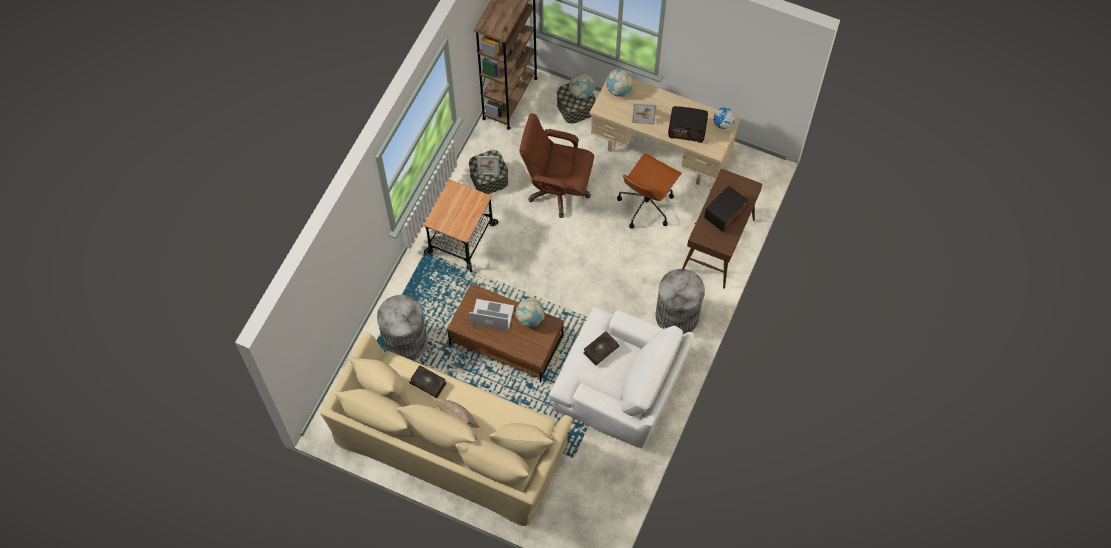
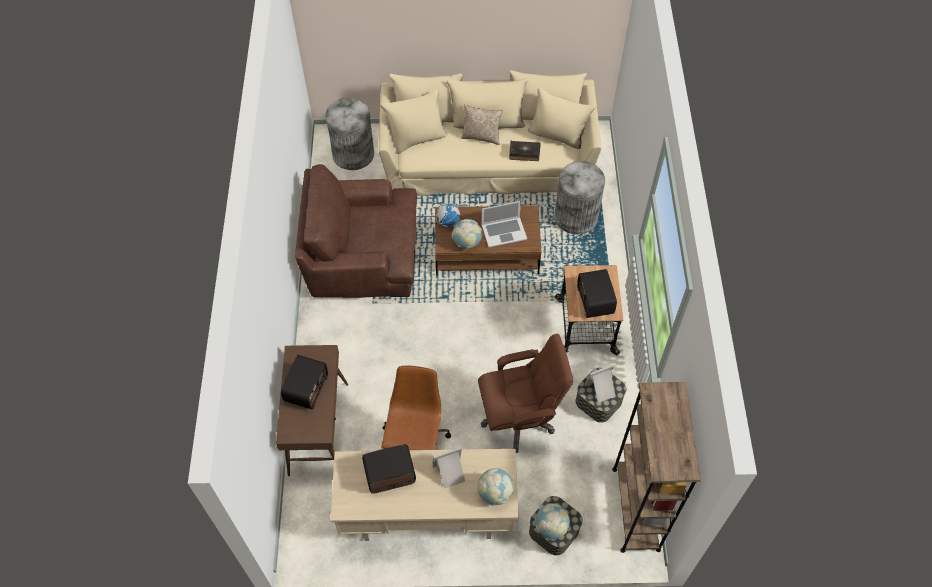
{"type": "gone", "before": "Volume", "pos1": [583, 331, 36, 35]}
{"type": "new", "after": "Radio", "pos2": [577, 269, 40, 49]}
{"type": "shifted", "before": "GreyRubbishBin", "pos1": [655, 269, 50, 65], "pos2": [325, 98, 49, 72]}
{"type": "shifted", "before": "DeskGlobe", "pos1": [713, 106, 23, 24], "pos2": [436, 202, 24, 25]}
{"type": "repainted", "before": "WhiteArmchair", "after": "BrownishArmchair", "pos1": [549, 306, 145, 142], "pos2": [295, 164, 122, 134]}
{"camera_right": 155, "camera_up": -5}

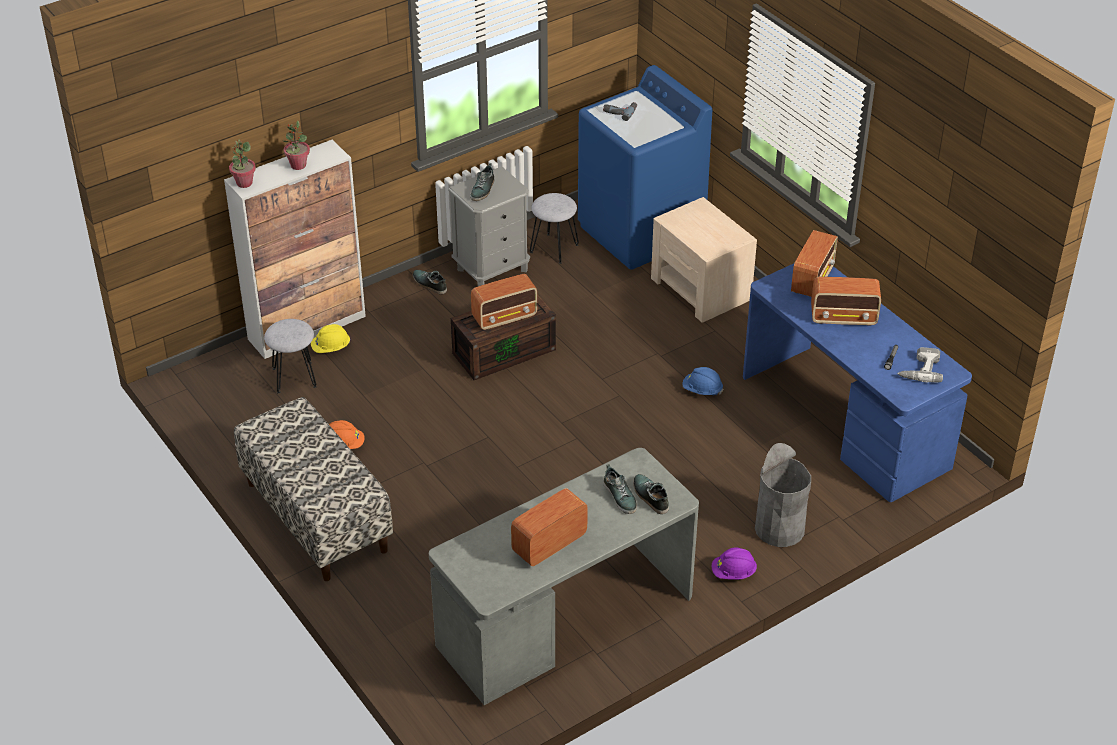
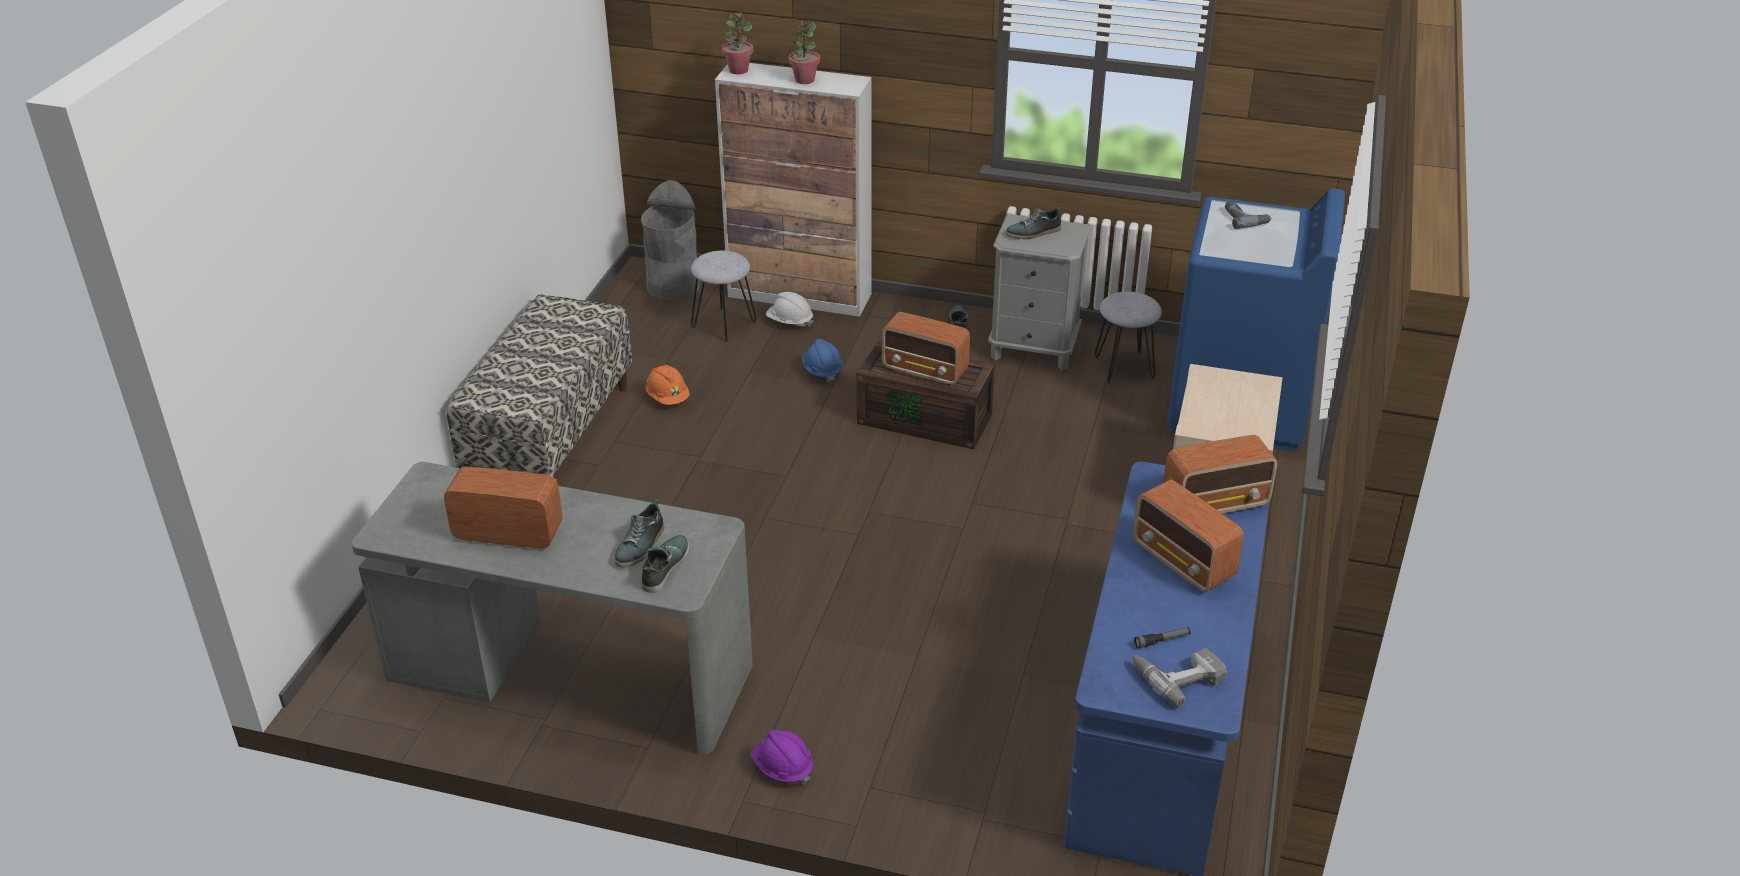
{"type": "shifted", "before": "BlueSafetyHelmet", "pos1": [682, 367, 41, 28], "pos2": [802, 339, 41, 45]}
{"type": "shifted", "before": "GreyRubbishBin", "pos1": [755, 443, 56, 104], "pos2": [641, 180, 59, 121]}
{"type": "repainted", "before": "YellowColouredSafetyHelmet", "after": "WhiteSafetyHelmet", "pos1": [311, 324, 39, 29], "pos2": [766, 292, 47, 35]}
{"camera_right": 50, "camera_up": -5}

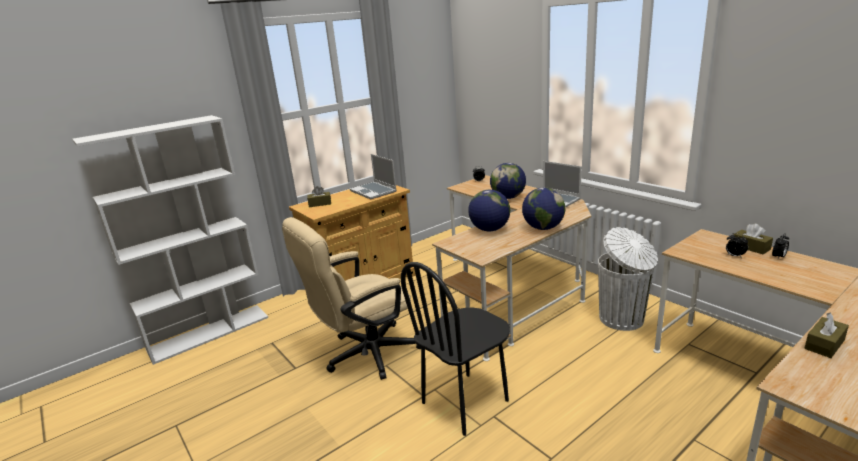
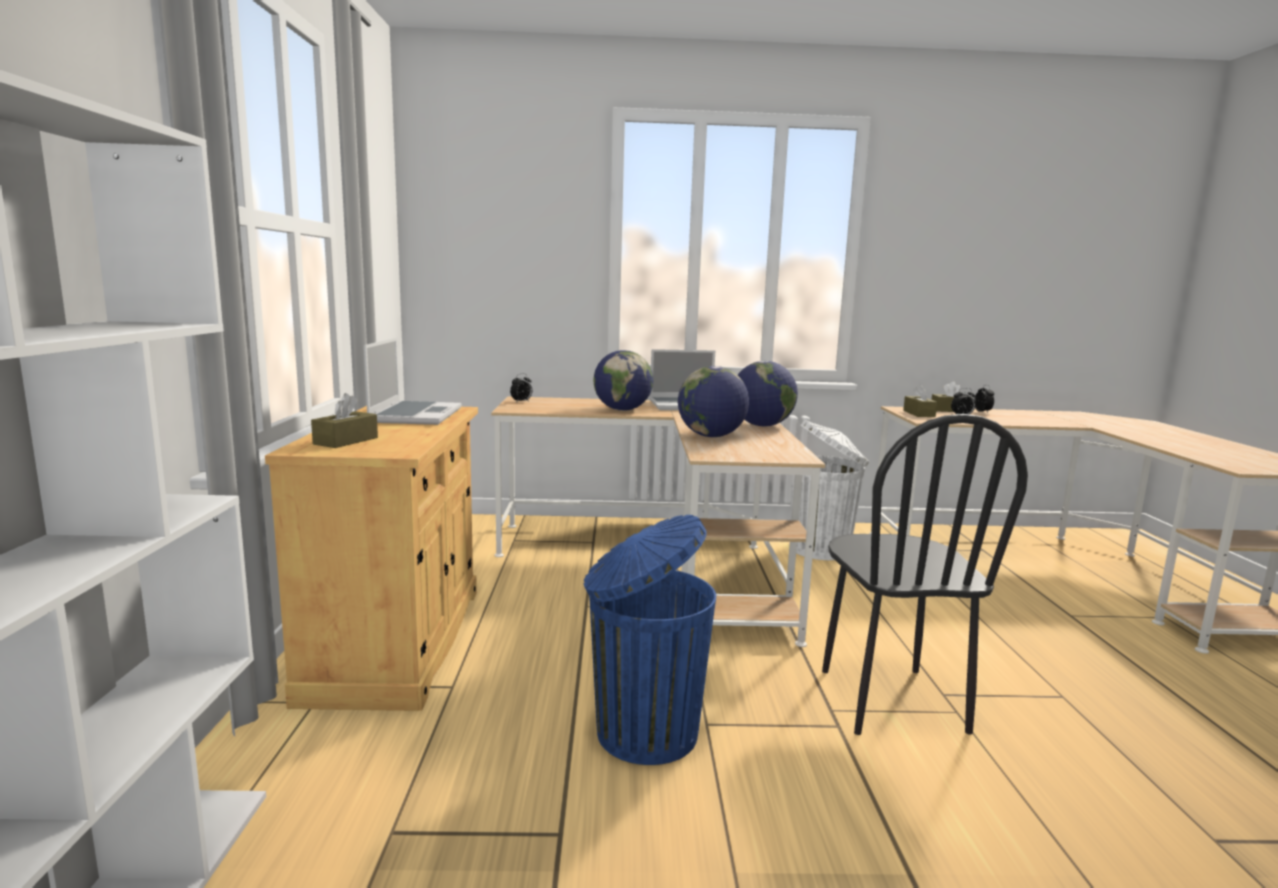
{"type": "shifted", "before": "BrownishTissueHolder", "pos1": [804, 313, 45, 45], "pos2": [903, 384, 34, 33]}
{"type": "swapped", "before": "BeigeDeskChair", "after": "BlueRubbishBin", "pos1": [282, 217, 139, 163], "pos2": [584, 515, 132, 250]}
{"type": "rotated", "before": "PortableComputer", "pos1": [350, 154, 47, 46], "pos2": [364, 338, 98, 87], "turn": -90}
{"camera_right": -55, "camera_up": -10}

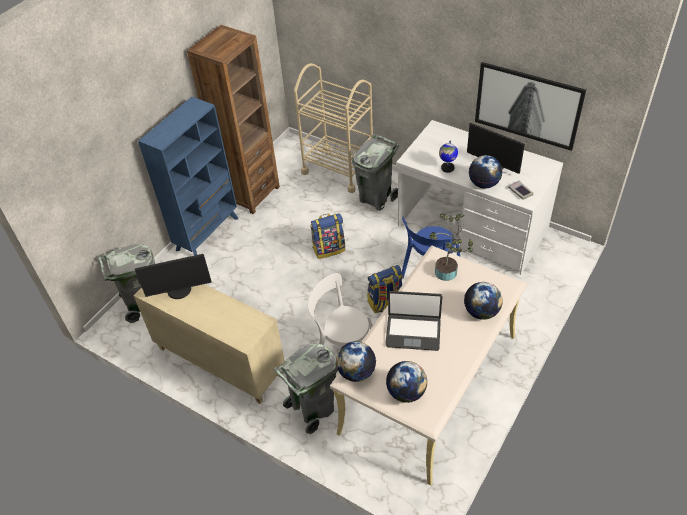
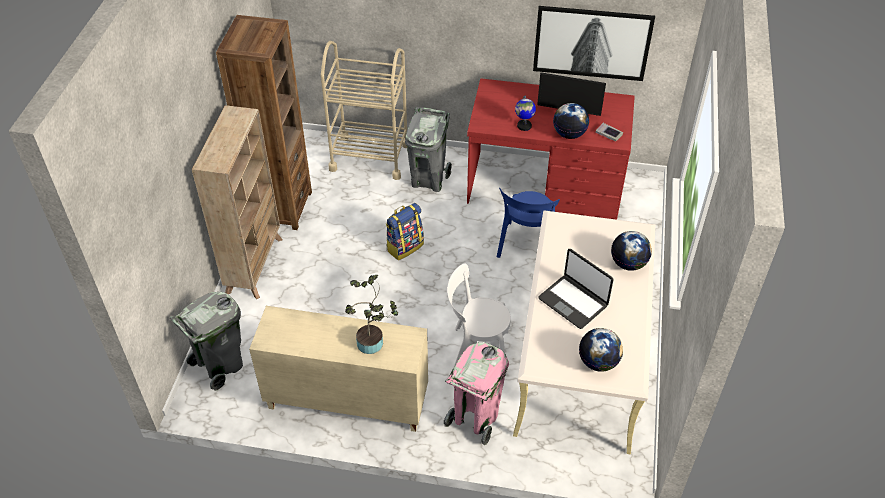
{"type": "gone", "before": "Monitor", "pos1": [135, 254, 77, 45]}
{"type": "gone", "before": "DeskGlobe", "pos1": [336, 341, 40, 41]}
{"type": "gone", "before": "Knapsack", "pos1": [367, 265, 36, 48]}
{"type": "shifted", "before": "PlantInAPot", "pos1": [429, 214, 45, 67], "pos2": [345, 275, 53, 79]}
{"type": "repainted", "before": "BlueShelvingUnit", "after": "BeigeShelvingUnit", "pos1": [138, 97, 100, 159], "pos2": [192, 105, 91, 194]}
{"type": "repainted", "before": "GreyRubbishBin", "after": "PinkishRubbishBin", "pos1": [274, 344, 64, 90], "pos2": [444, 342, 65, 103]}
{"type": "repainted", "before": "WhiteDeskUnit", "after": "RedColouredDeskUnit", "pos1": [396, 120, 167, 155], "pos2": [467, 78, 168, 142]}
{"type": "rotated", "before": "PortableComputer", "pos1": [385, 291, 57, 60], "pos2": [538, 249, 76, 80], "turn": 60}
{"camera_right": -25, "camera_up": 0}

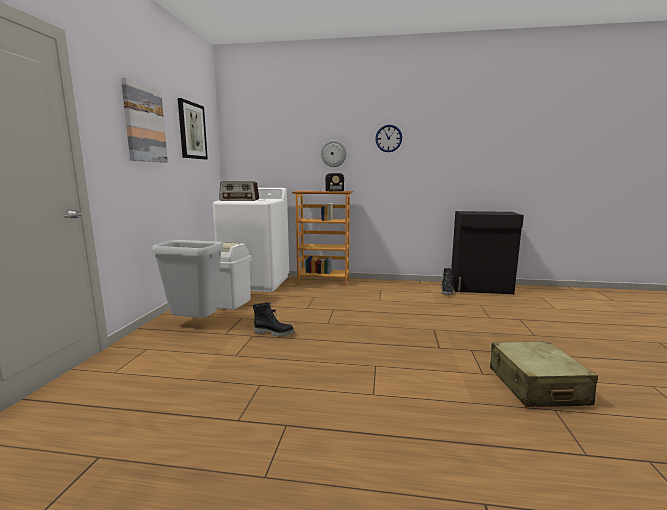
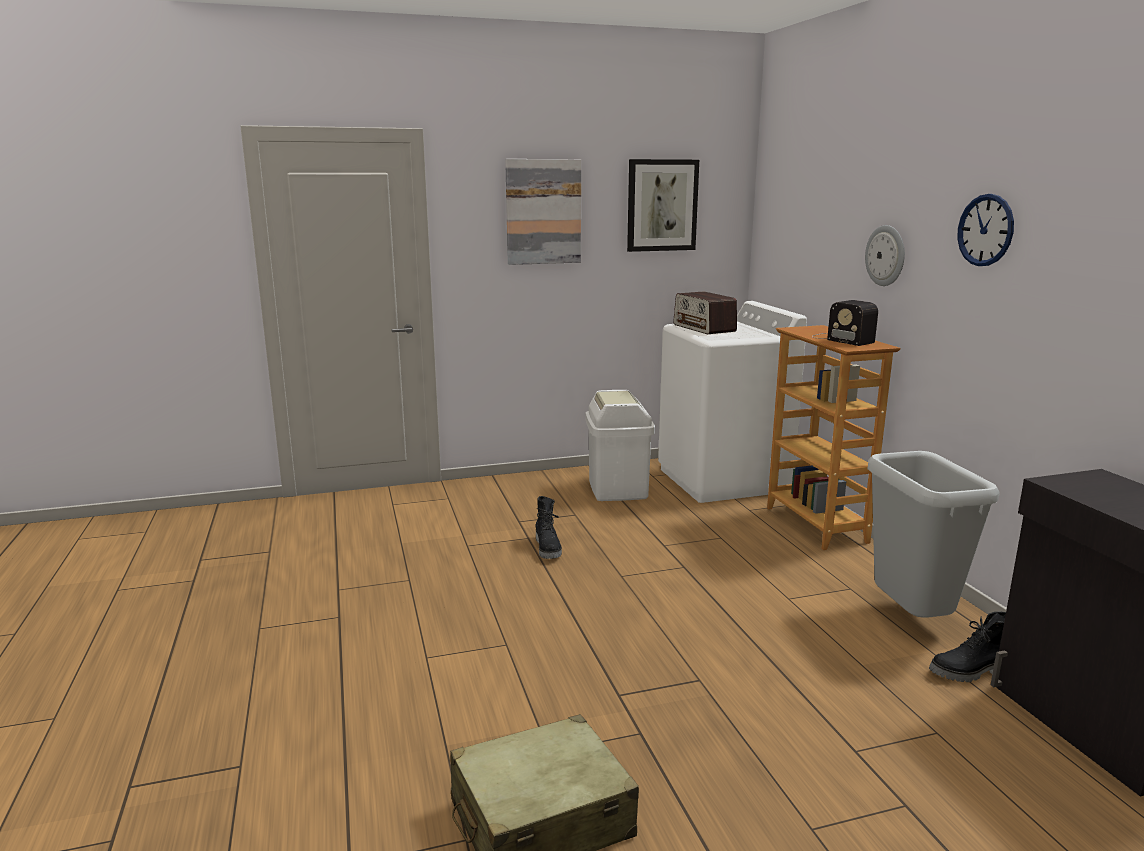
{"type": "shifted", "before": "GreyRubbishBin", "pos1": [151, 240, 73, 78], "pos2": [868, 451, 132, 167]}
{"camera_right": 65, "camera_up": 5}

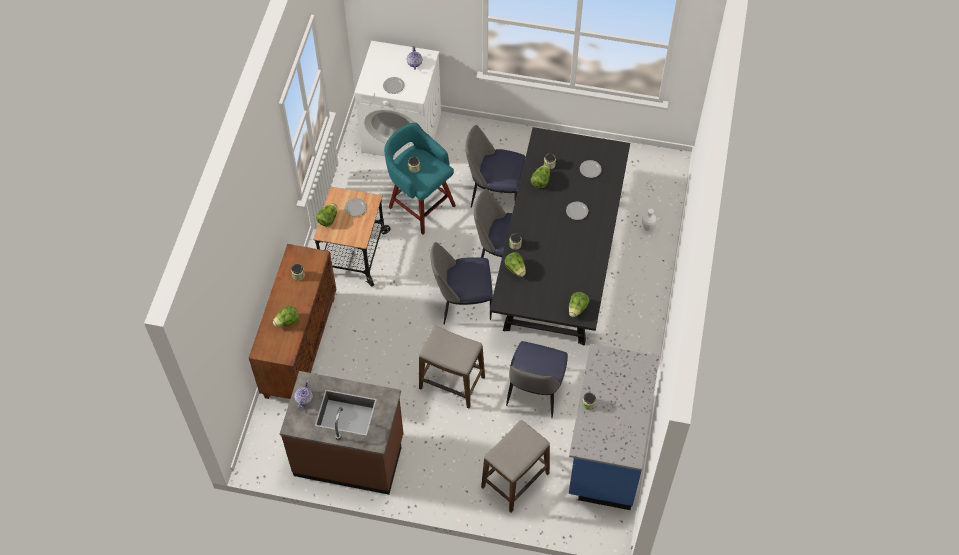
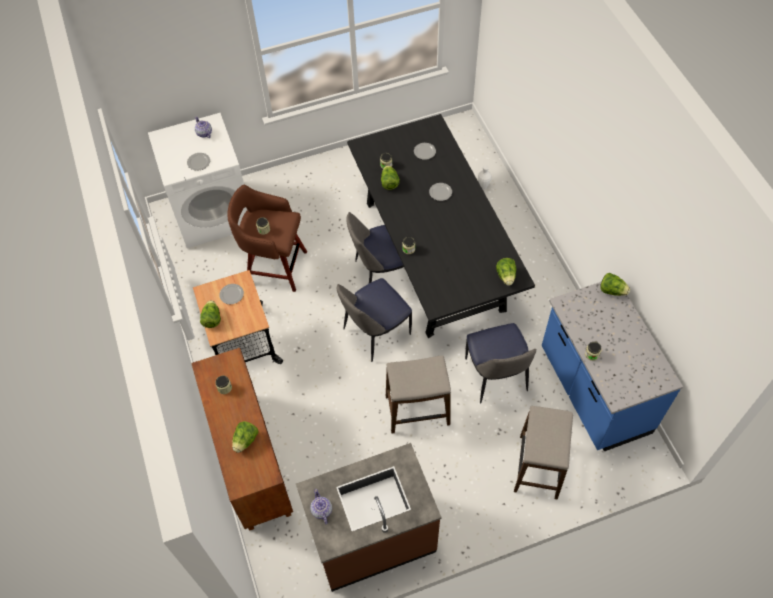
{"type": "gone", "before": "PlainChair", "pos1": [465, 125, 60, 83]}
{"type": "shifted", "before": "Lettuce", "pos1": [504, 252, 22, 25], "pos2": [600, 273, 30, 23]}
{"type": "repainted", "before": "BlueGreenSittingStool", "after": "BrownishSittingStool", "pos1": [384, 122, 72, 112], "pos2": [227, 185, 80, 107]}
{"camera_right": -30, "camera_up": 0}

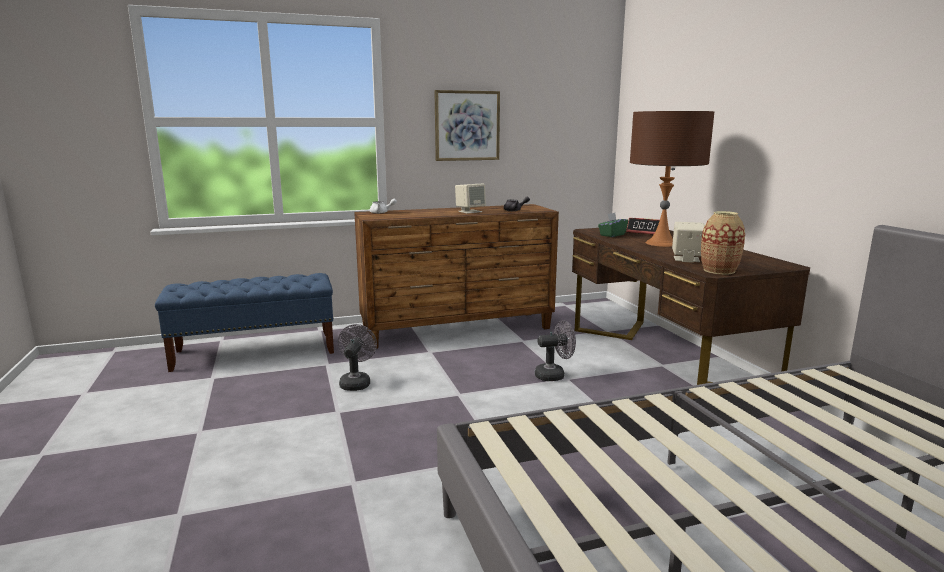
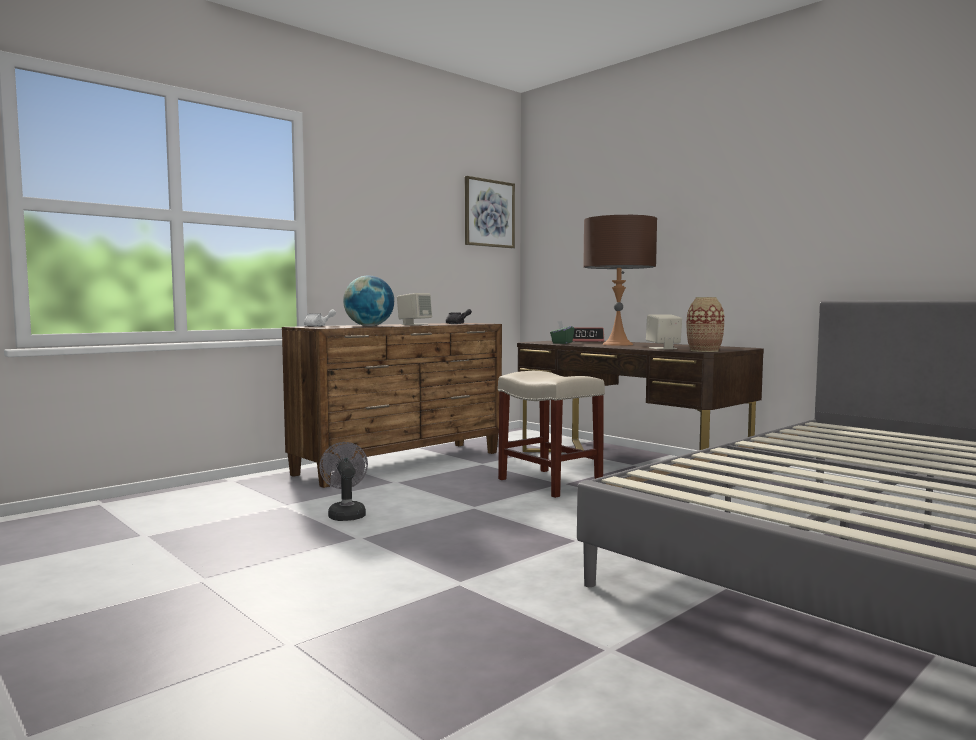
{"type": "gone", "before": "BlueIndoorBench", "pos1": [155, 273, 179, 99]}
{"type": "new", "after": "DeskGlobe", "pos2": [343, 275, 51, 51]}
{"type": "shifted", "before": "Picture", "pos1": [434, 90, 66, 71], "pos2": [465, 176, 50, 72]}
{"type": "swapped", "before": "GreyCoolingFan", "after": "BeigeSittingStool", "pos1": [535, 320, 41, 61], "pos2": [498, 371, 107, 127]}
{"camera_right": -25, "camera_up": -10}

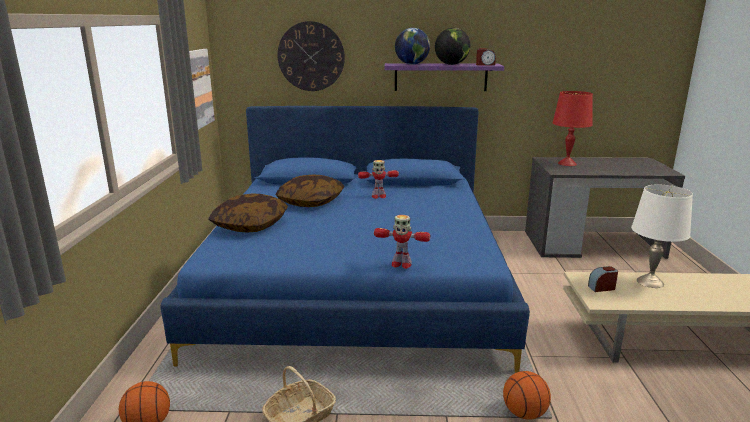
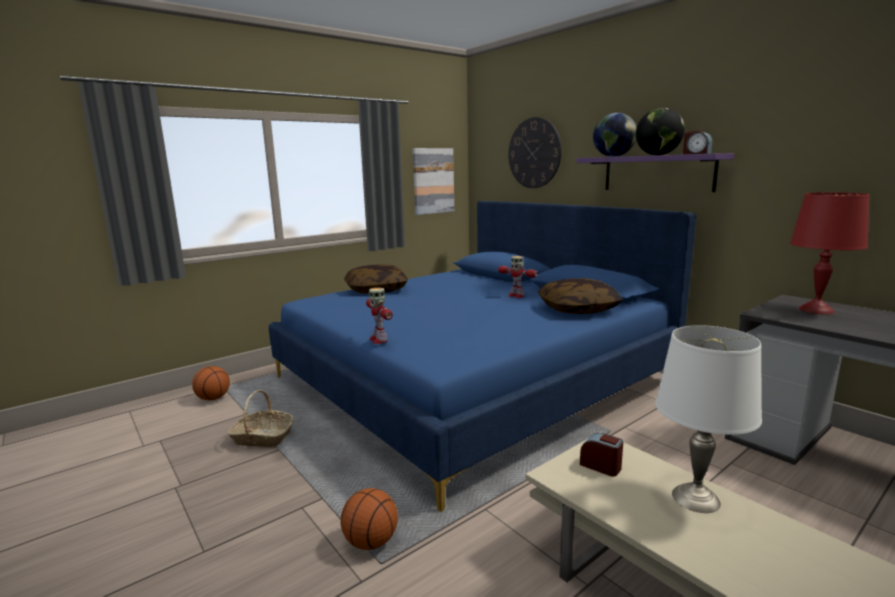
{"type": "shifted", "before": "Cushion", "pos1": [275, 175, 70, 32], "pos2": [538, 278, 85, 36]}
{"camera_right": 50, "camera_up": -5}

